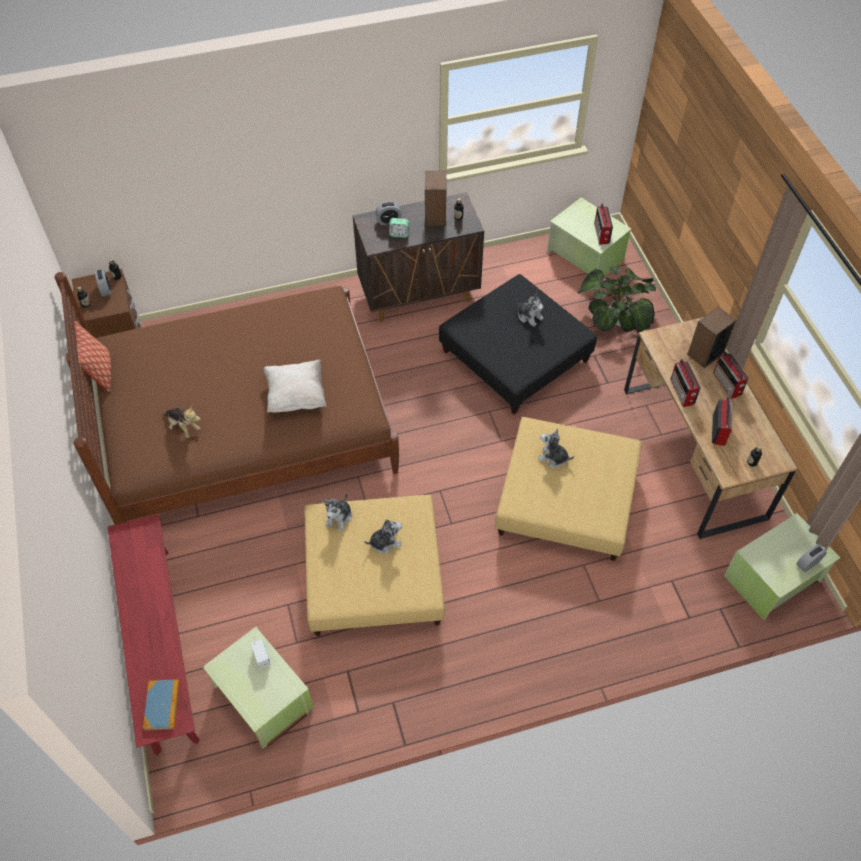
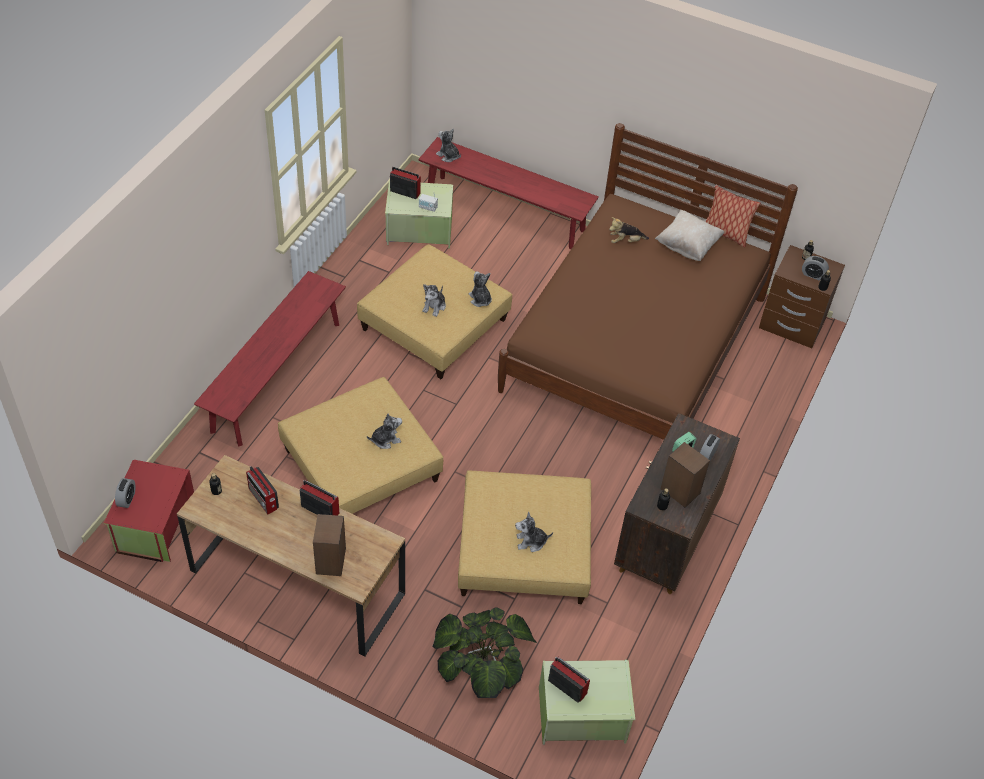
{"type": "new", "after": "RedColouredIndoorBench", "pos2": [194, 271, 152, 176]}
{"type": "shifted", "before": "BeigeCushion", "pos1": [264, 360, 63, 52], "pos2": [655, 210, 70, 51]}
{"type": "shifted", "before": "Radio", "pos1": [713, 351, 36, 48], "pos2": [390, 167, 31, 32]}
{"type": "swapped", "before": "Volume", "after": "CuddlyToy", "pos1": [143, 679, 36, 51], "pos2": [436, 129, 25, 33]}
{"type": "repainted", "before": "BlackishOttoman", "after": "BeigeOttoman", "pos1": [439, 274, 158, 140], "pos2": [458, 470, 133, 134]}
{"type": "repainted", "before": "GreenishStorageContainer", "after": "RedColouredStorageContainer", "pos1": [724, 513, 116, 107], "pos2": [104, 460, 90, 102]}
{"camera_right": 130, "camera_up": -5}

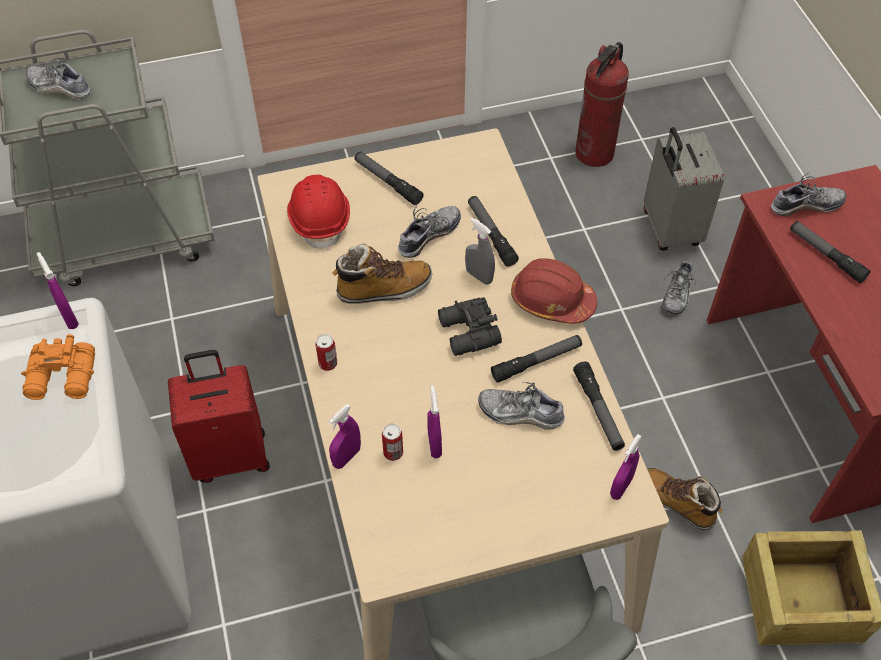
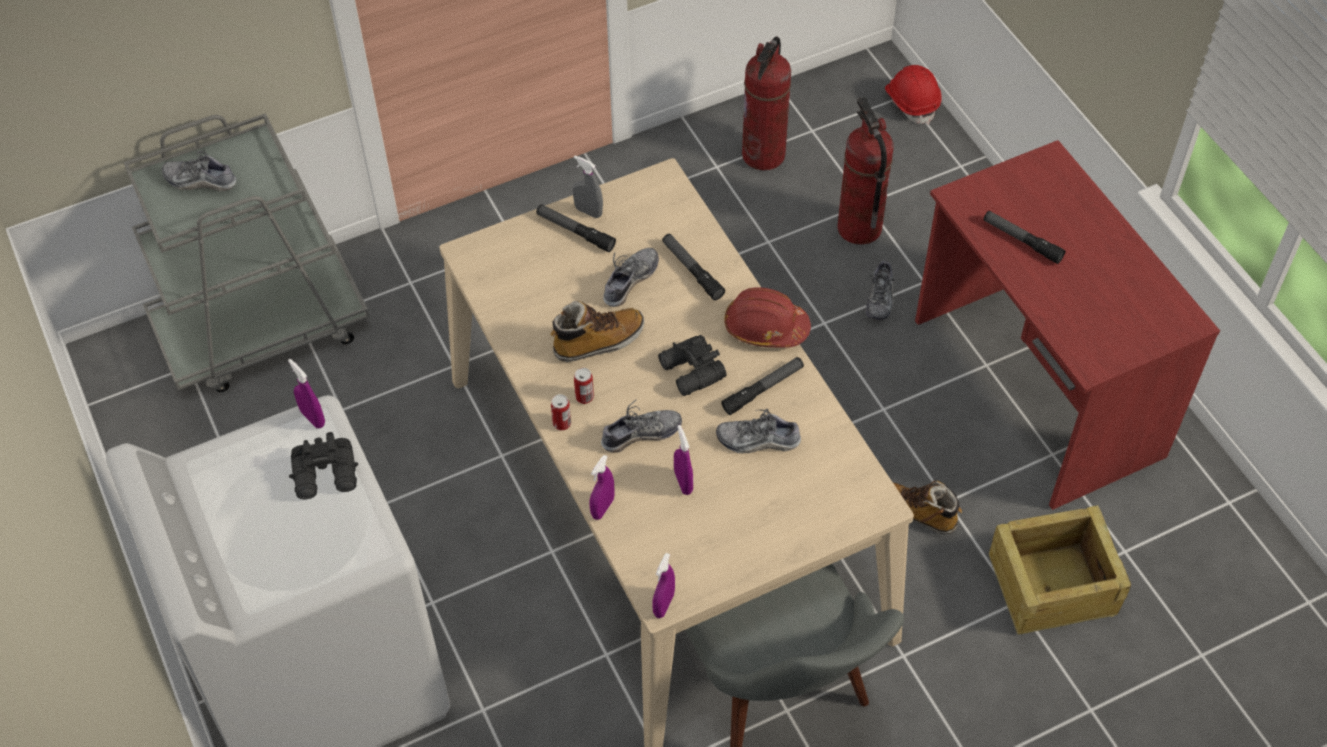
{"type": "gone", "before": "RedColouredPieceOfLuggage", "pos1": [168, 350, 102, 133]}
{"type": "gone", "before": "Flashlight", "pos1": [573, 361, 52, 90]}
{"type": "shifted", "before": "RedColouredSafetyHelmet", "pos1": [287, 175, 63, 76], "pos2": [885, 65, 57, 59]}
{"type": "shifted", "before": "Can", "pos1": [382, 424, 21, 37], "pos2": [574, 368, 20, 36]}
{"type": "shifted", "before": "GreyHandSprayer", "pos1": [465, 217, 30, 67], "pos2": [573, 155, 30, 63]}
{"type": "shifted", "before": "PurplishHandSprayer", "pos1": [610, 434, 32, 66], "pos2": [652, 553, 23, 65]}
{"type": "shifted", "before": "ItemOfFootwear", "pos1": [771, 172, 75, 44], "pos2": [601, 399, 81, 54]}
{"type": "swapped", "before": "GreyPieceOfLuggage", "after": "Extinguisher", "pos1": [644, 127, 80, 124], "pos2": [837, 96, 57, 149]}
{"type": "repainted", "before": "OrangeColouredBinoculars", "after": "BlackishBinoculars", "pos1": [21, 334, 74, 66], "pos2": [289, 432, 69, 67]}
{"camera_right": -10, "camera_up": 0}

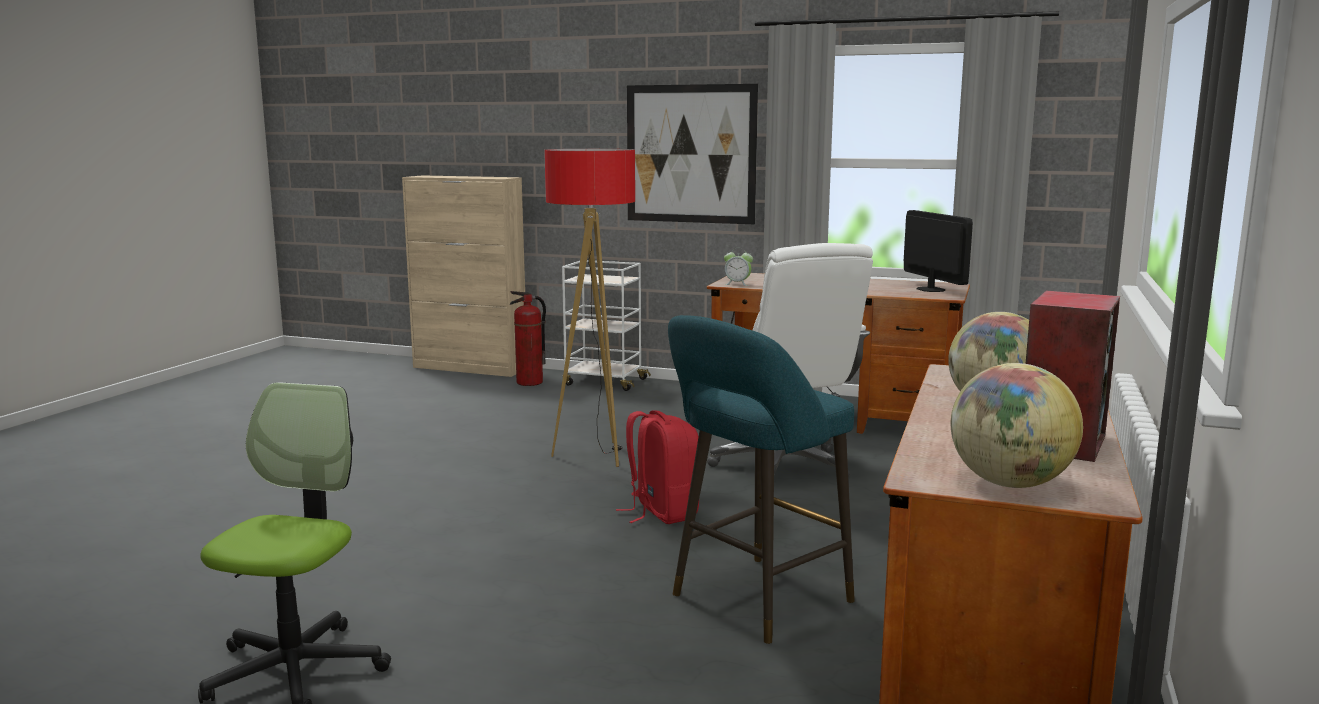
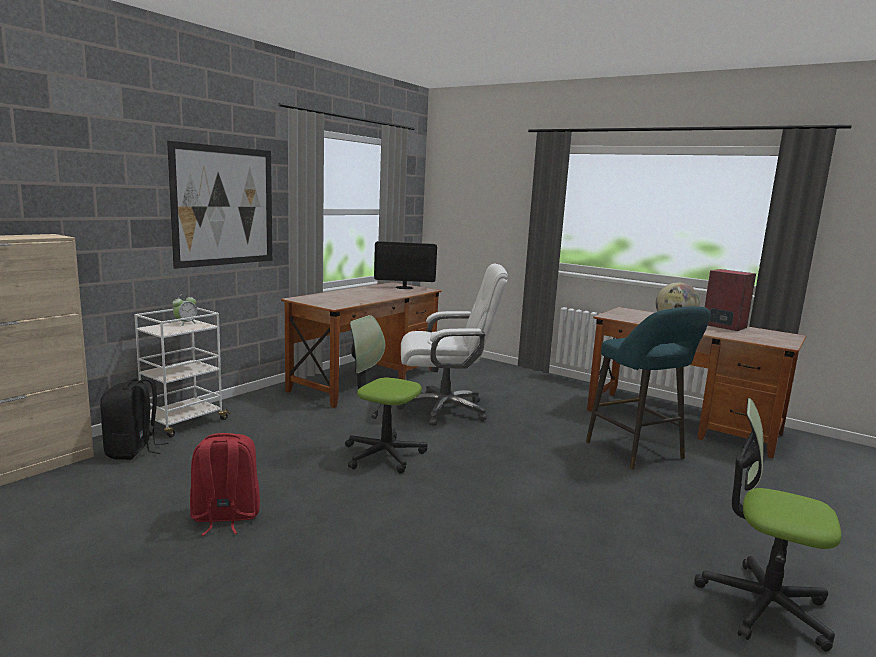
{"type": "gone", "before": "DeskGlobe", "pos1": [951, 363, 132, 125]}
{"type": "shifted", "before": "RedColouredKnapsack", "pos1": [616, 410, 83, 114], "pos2": [190, 433, 70, 103]}
{"type": "shifted", "before": "AlarmClock", "pos1": [724, 248, 29, 38], "pos2": [172, 294, 25, 32]}
{"type": "swapped", "before": "Extinguisher", "after": "BlackishKnapsack", "pos1": [510, 291, 36, 95], "pos2": [100, 377, 68, 83]}
{"type": "swapped", "before": "FloorLamp", "after": "DeskChair", "pos1": [544, 149, 91, 318], "pos2": [345, 315, 82, 158]}
{"camera_right": -75, "camera_up": 0}

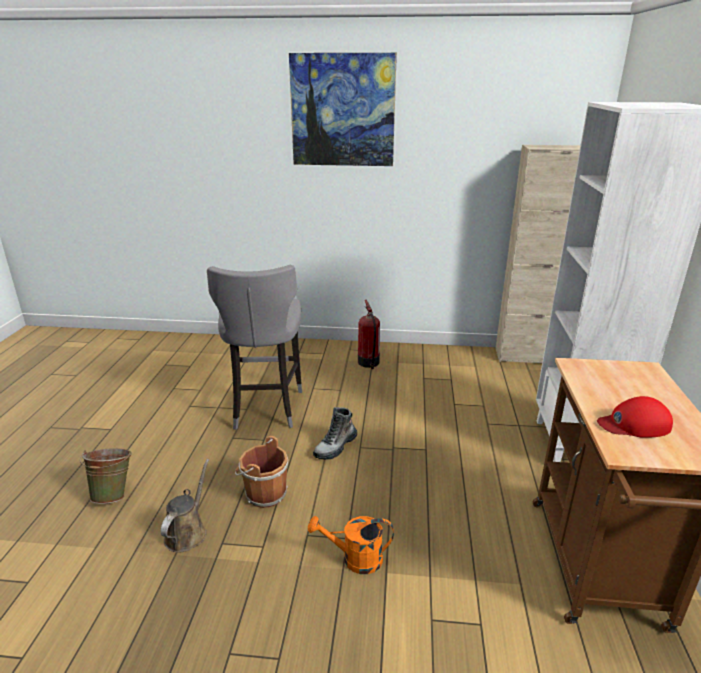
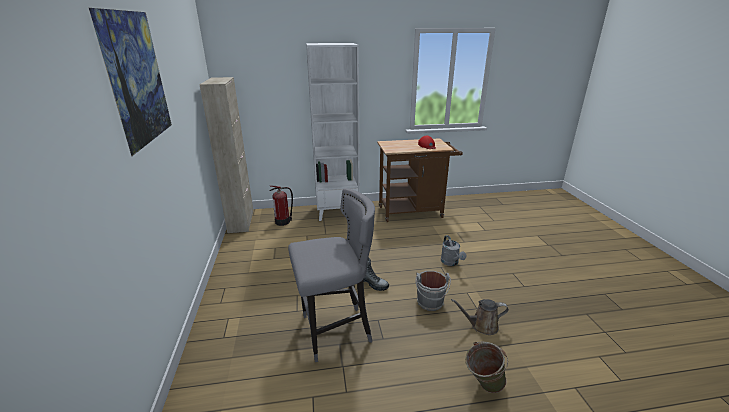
{"type": "shifted", "before": "Extinguisher", "pos1": [358, 300, 22, 69], "pos2": [269, 186, 24, 40]}
{"type": "repainted", "before": "BrownishPail", "after": "GreyPail", "pos1": [234, 436, 54, 72], "pos2": [415, 271, 36, 40]}
{"type": "repainted", "before": "OrangeColouredSprinklingCan", "after": "GreySprinklingCan", "pos1": [308, 516, 86, 58], "pos2": [441, 235, 26, 31]}
{"camera_right": -105, "camera_up": 0}

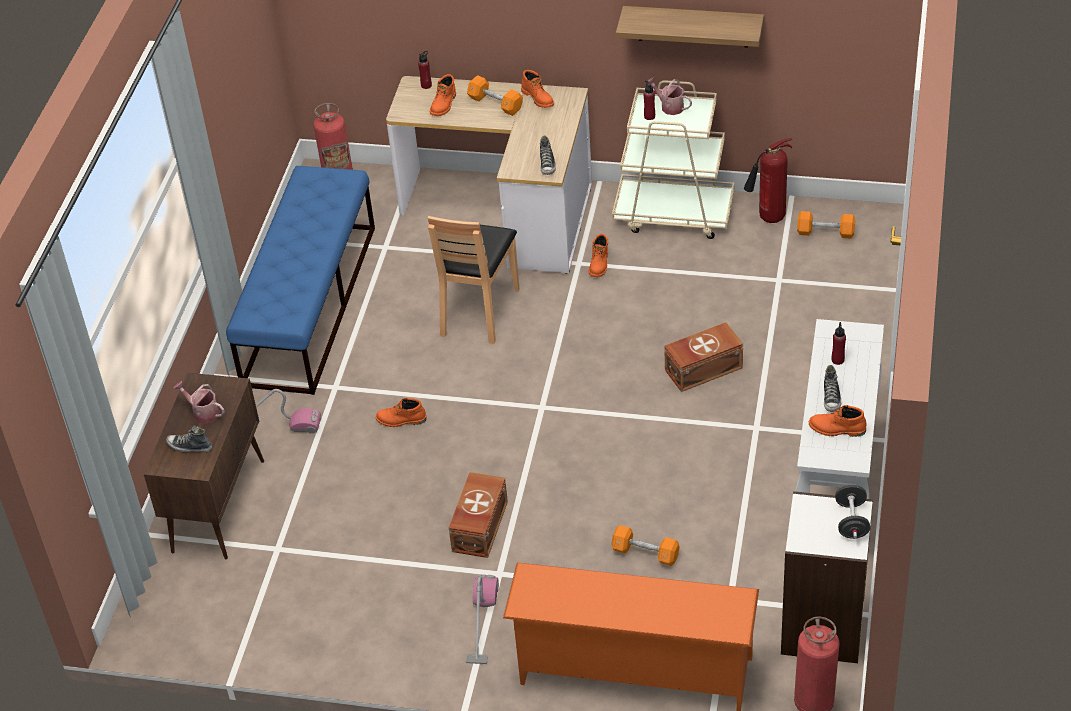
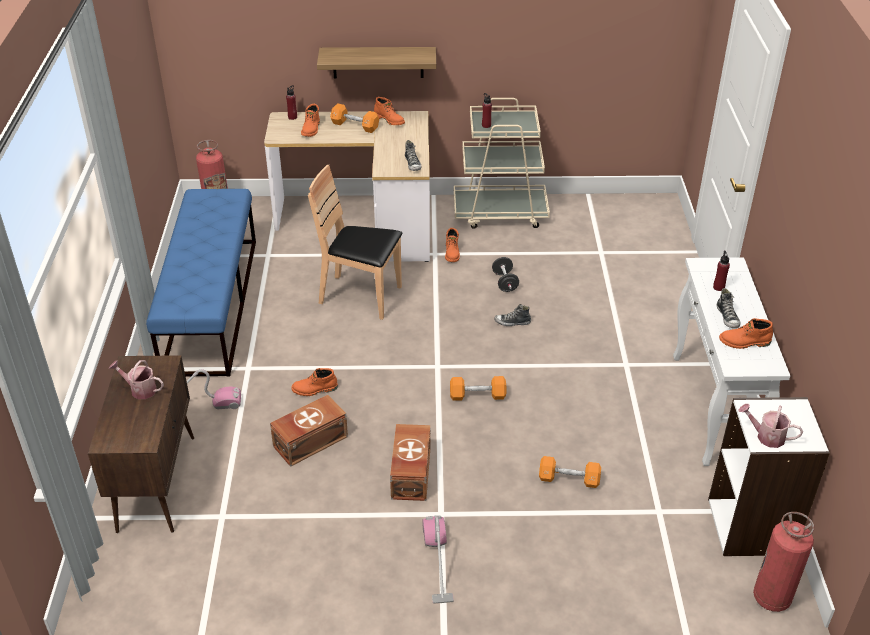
{"type": "gone", "before": "OrangeColouredShoeShelf", "pos1": [503, 562, 256, 149]}
{"type": "gone", "before": "Extinguisher", "pos1": [744, 138, 48, 85]}
{"type": "shifted", "before": "ItemOfFootwear", "pos1": [166, 426, 46, 26], "pos2": [494, 304, 37, 22]}
{"type": "shifted", "before": "Shelf", "pos1": [616, 6, 148, 42], "pos2": [317, 47, 119, 32]}
{"type": "shifted", "before": "SprinklingCan", "pos1": [646, 77, 46, 38], "pos2": [739, 404, 64, 44]}
{"type": "shifted", "before": "BrownishStorageContainer", "pos1": [664, 322, 79, 70], "pos2": [270, 395, 78, 72]}
{"type": "shifted", "before": "OrangeColouredHandWeight", "pos1": [797, 211, 58, 28], "pos2": [450, 376, 56, 25]}
{"type": "shifted", "before": "BlackishHandWeight", "pos1": [835, 485, 35, 54], "pos2": [492, 257, 27, 35]}
{"type": "rotated", "before": "BrownishPlainChair", "pos1": [428, 216, 92, 128], "pos2": [308, 165, 94, 155], "turn": 105}
{"camera_right": -15, "camera_up": -5}

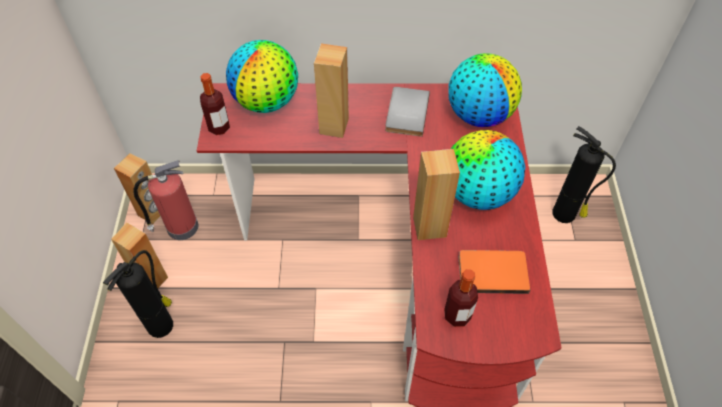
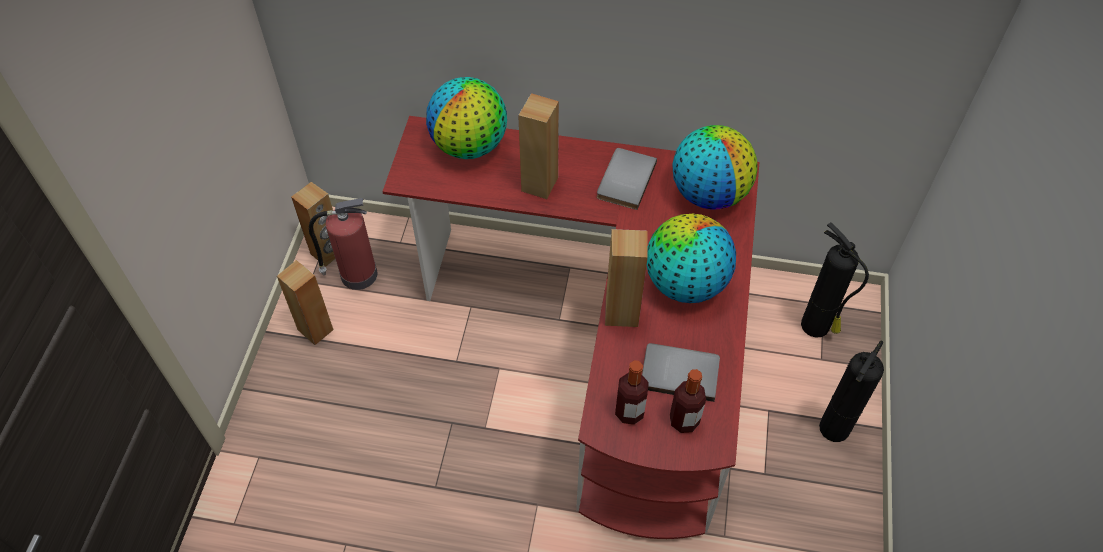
{"type": "shifted", "before": "Extinguisher", "pos1": [103, 250, 70, 88], "pos2": [819, 341, 65, 101]}
{"type": "shifted", "before": "DrinkBottle", "pos1": [200, 73, 30, 62], "pos2": [670, 369, 36, 64]}
{"type": "repainted", "before": "OrangeColouredVolume", "after": "GreyVolume", "pos1": [458, 250, 72, 44], "pos2": [642, 343, 78, 59]}
{"camera_right": 10, "camera_up": 0}

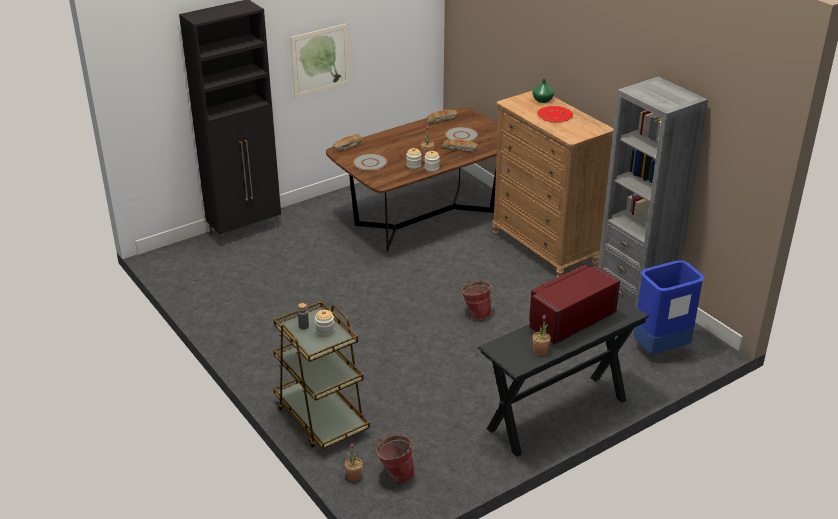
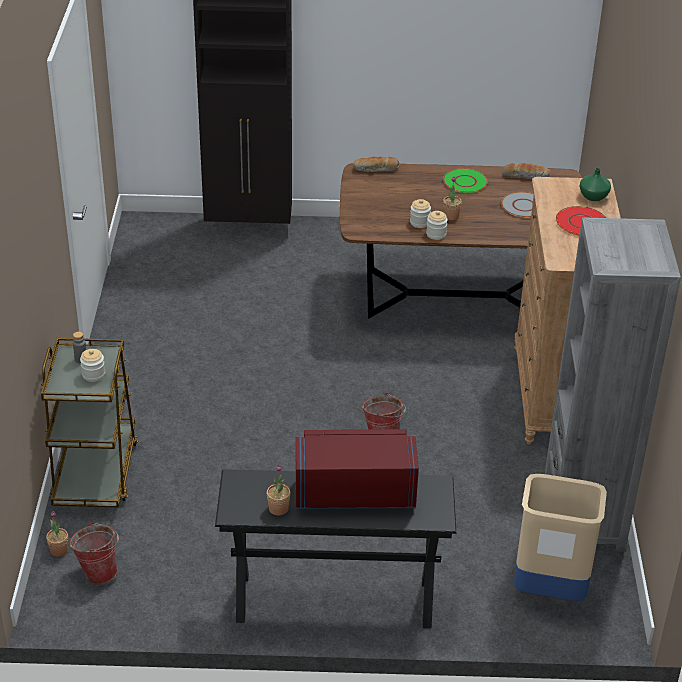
{"type": "gone", "before": "Picture", "pos1": [290, 24, 60, 75]}
{"type": "gone", "before": "GreyPlate", "pos1": [353, 154, 34, 17]}
{"type": "gone", "before": "Bread", "pos1": [442, 139, 36, 13]}
{"type": "new", "after": "GreenishPlate", "pos2": [443, 168, 45, 25]}
{"type": "repainted", "before": "BlueRubbishBin", "after": "BeigeRubbishBin", "pos1": [634, 261, 71, 93], "pos2": [514, 474, 93, 127]}
{"camera_right": 35, "camera_up": 5}

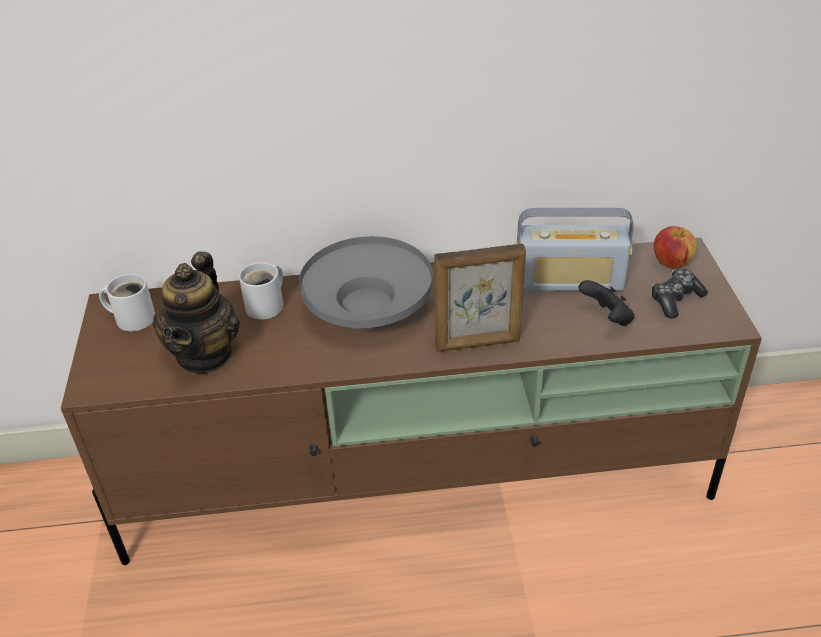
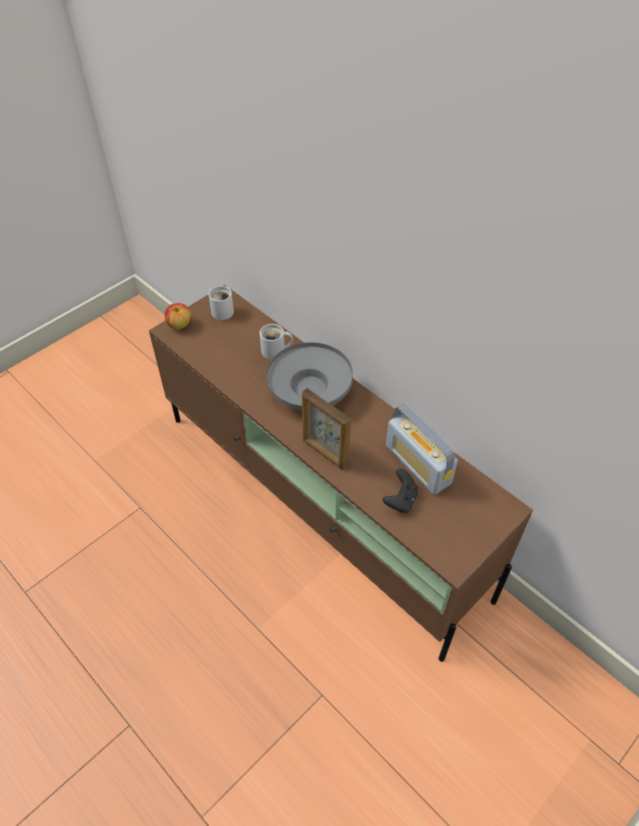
{"type": "gone", "before": "PotForTea", "pos1": [153, 252, 87, 122]}
{"type": "gone", "before": "Joypad", "pos1": [651, 269, 57, 49]}
{"type": "shifted", "before": "WholeApple", "pos1": [654, 226, 43, 43], "pos2": [165, 303, 26, 27]}
{"camera_right": 50, "camera_up": 10}

